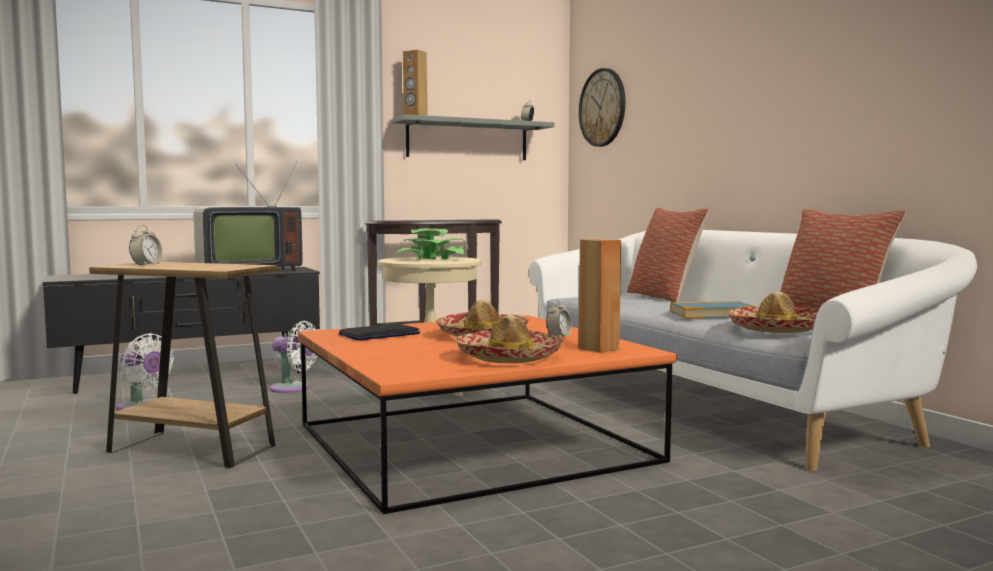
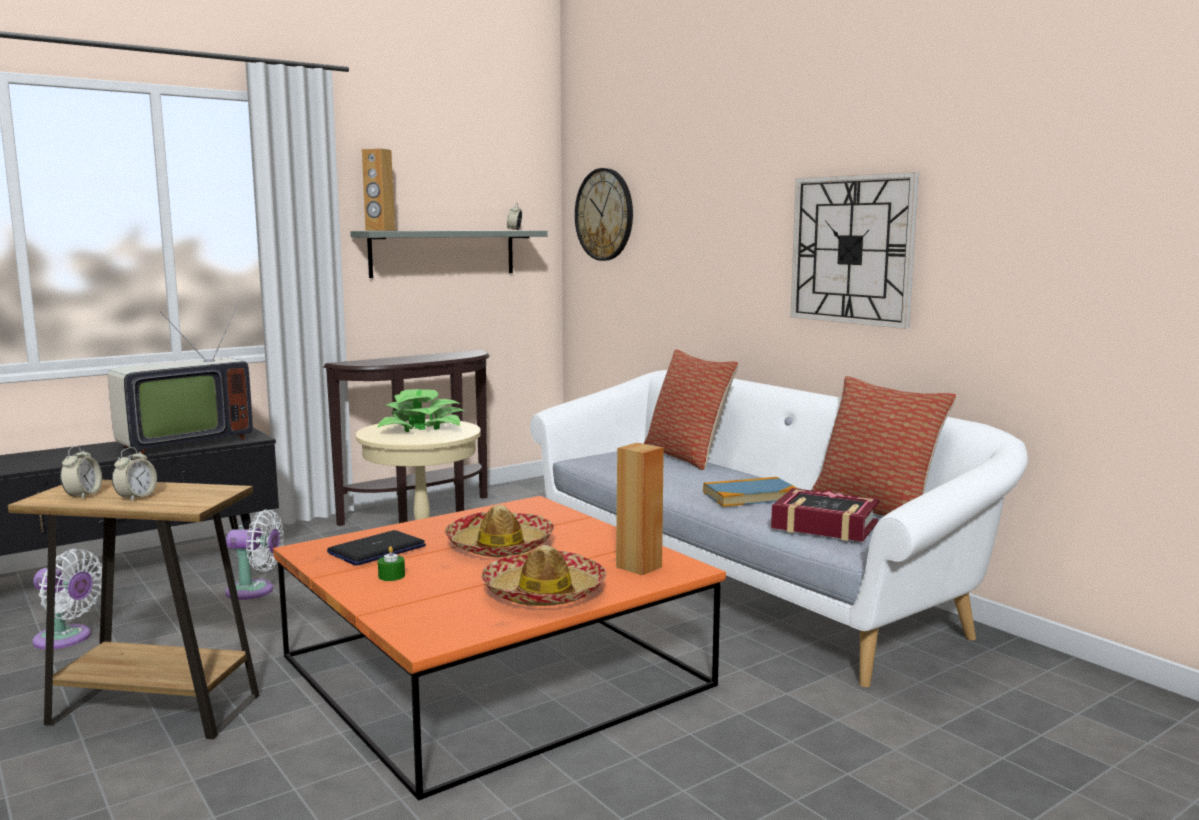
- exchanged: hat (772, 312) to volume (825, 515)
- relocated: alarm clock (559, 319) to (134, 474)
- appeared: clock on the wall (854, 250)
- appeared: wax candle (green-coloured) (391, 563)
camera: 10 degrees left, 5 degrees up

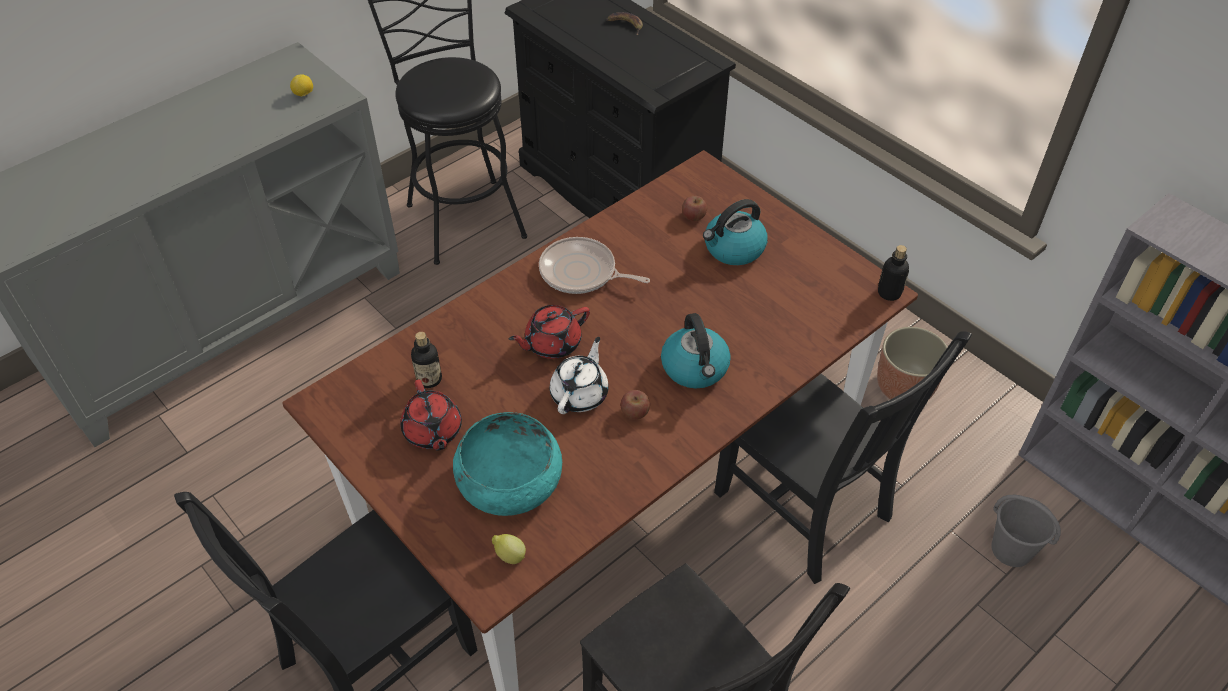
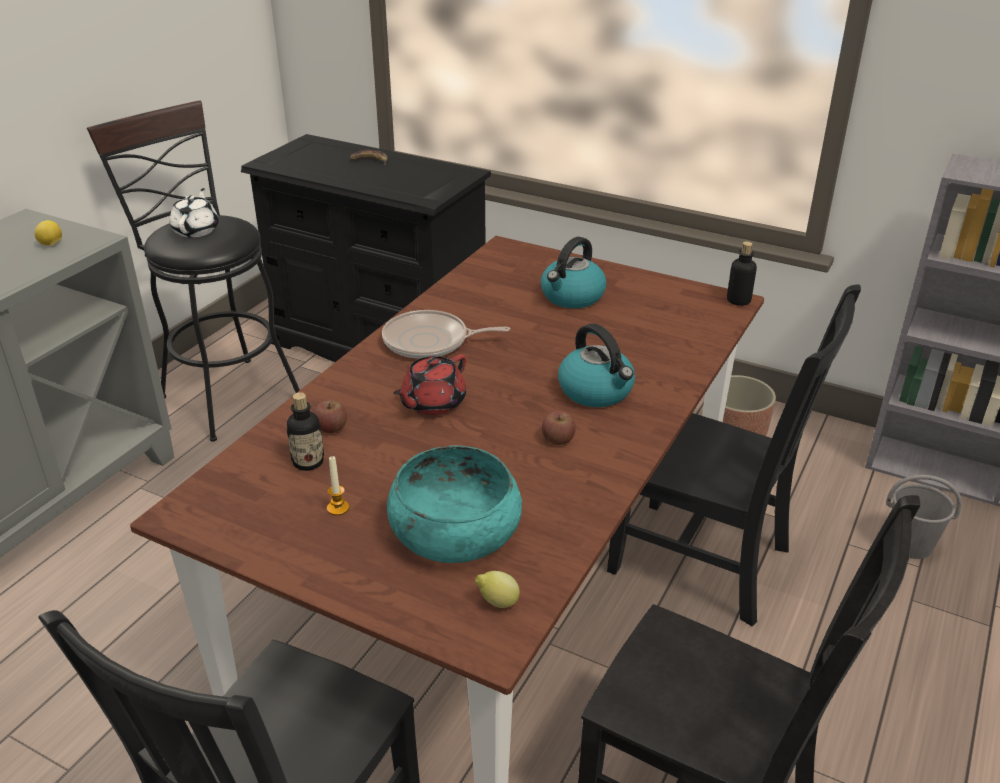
- relocated: apple fruit (694, 208) to (330, 416)
- relocated: teapot (whitish) (579, 375) to (194, 213)
- exchanged: teapot (red-coloured) (431, 414) to wax candle (338, 486)
camera: 20 degrees left, 15 degrees down

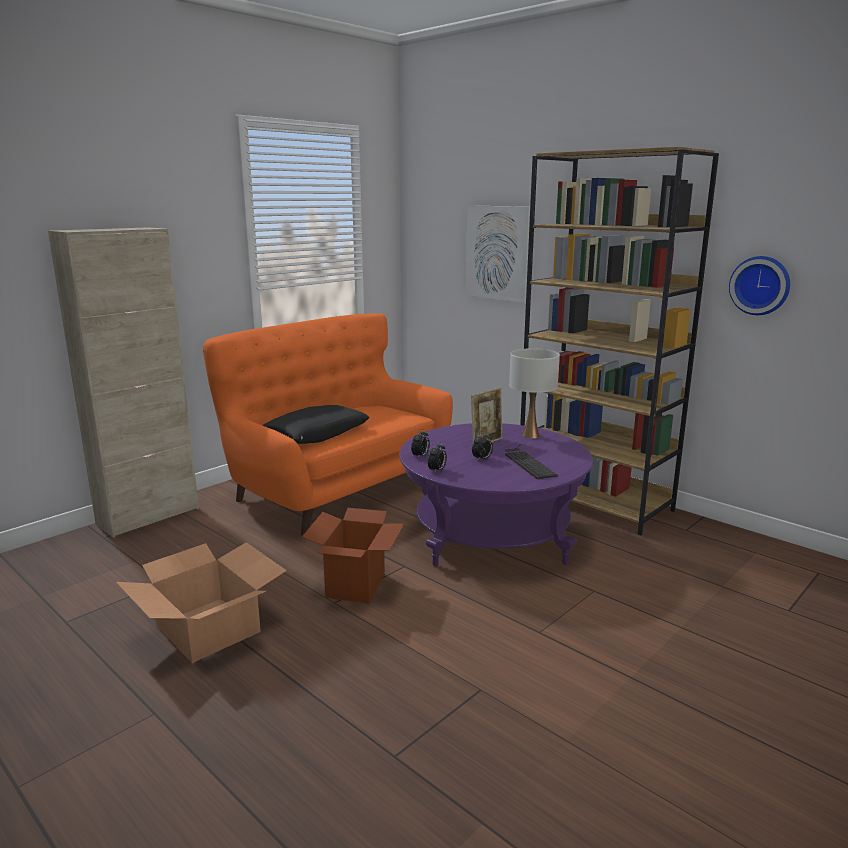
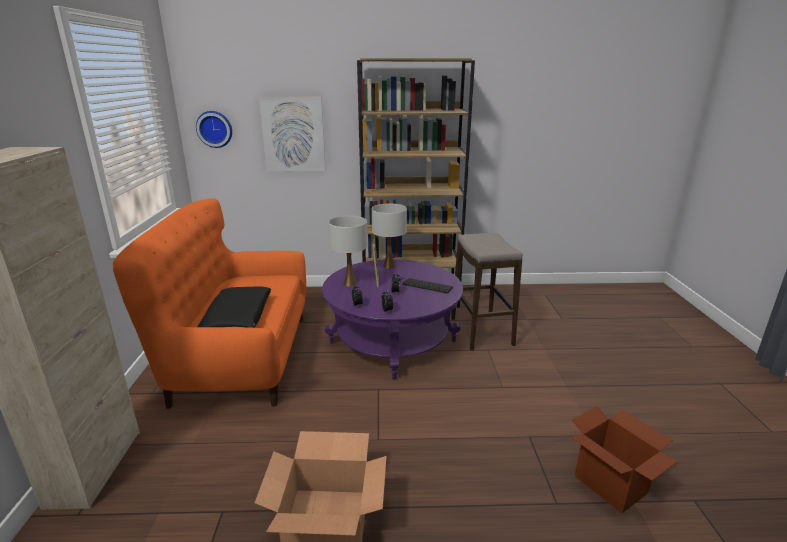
- relocated: clock on the wall (759, 285) to (214, 129)
- relocated: cardboard box (353, 555) to (624, 459)
- appeared: lamp for a table (whitish) (348, 251)
- appeared: sitting stool (487, 292)
camera: 45 degrees left, 5 degrees up

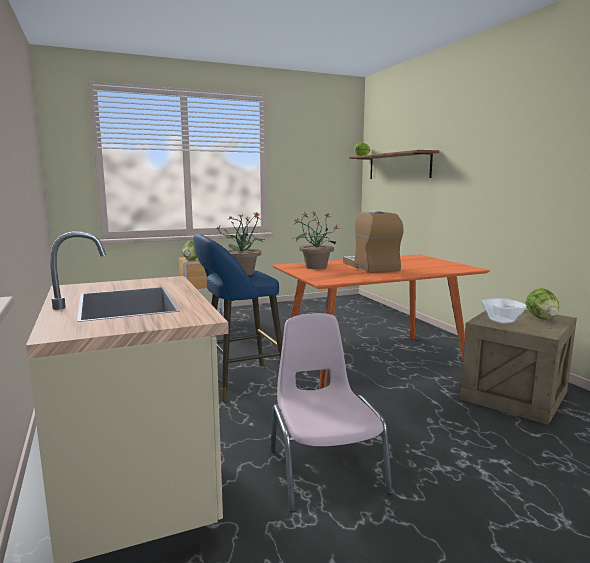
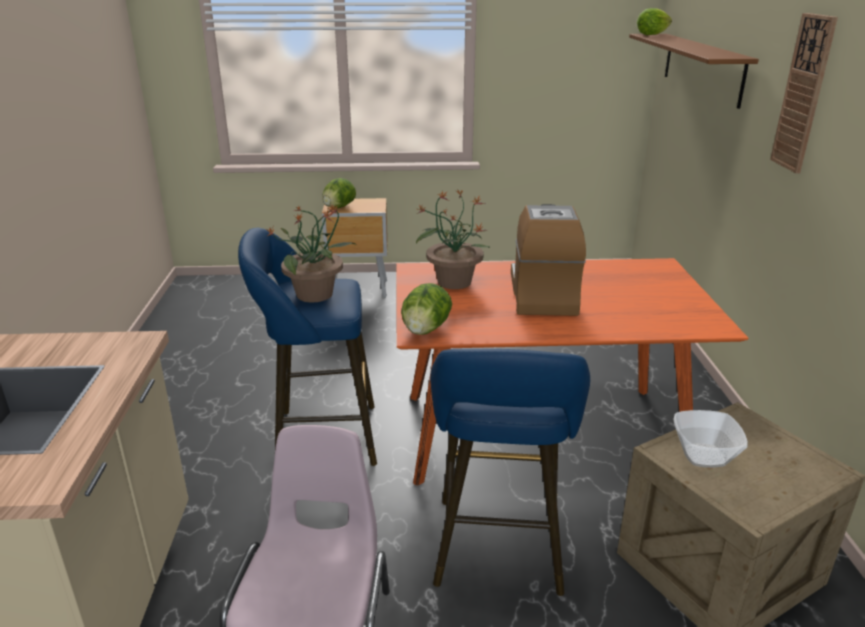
- relocated: lettuce (542, 304) to (426, 309)
- appeared: clock on the wall (804, 93)
- appeared: sitting stool (blue-coloured) (510, 472)
camera: 20 degrees right, 15 degrees up

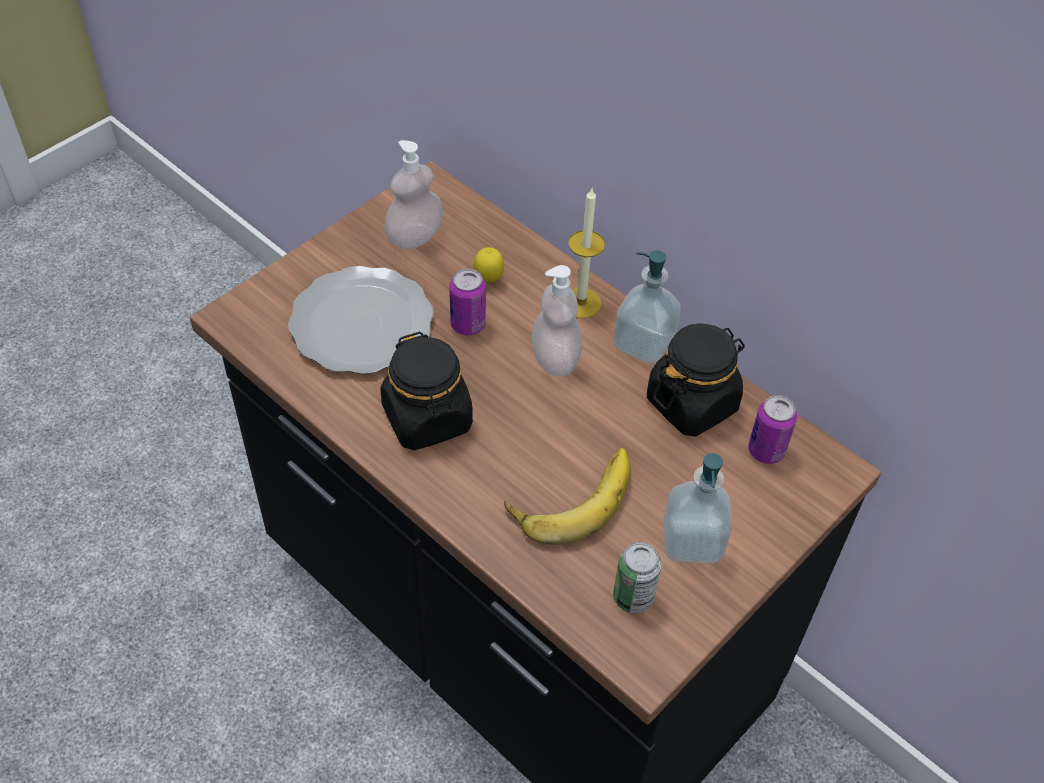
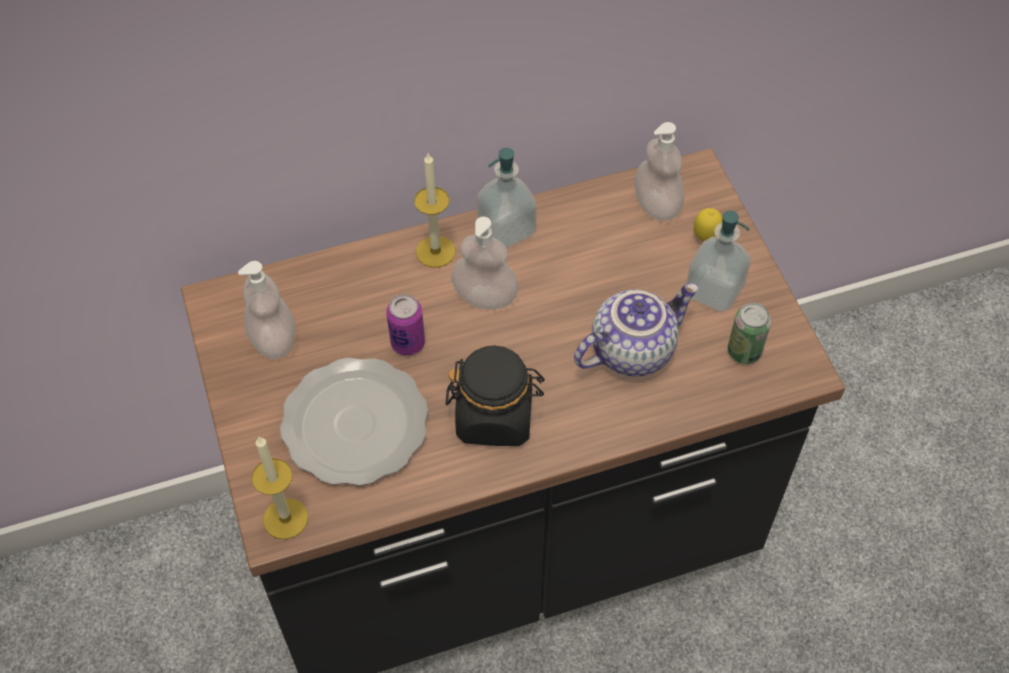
- relocated: whole lemon (489, 265) to (708, 224)
- missing: storage jar (black-coloured) (696, 380)
- exchanged: can (772, 429) to soap bottle (659, 171)
- exchanged: whole banana (567, 496) to teapot (636, 330)
- appeared: wax candle (279, 488)
camera: 60 degrees left, 5 degrees up

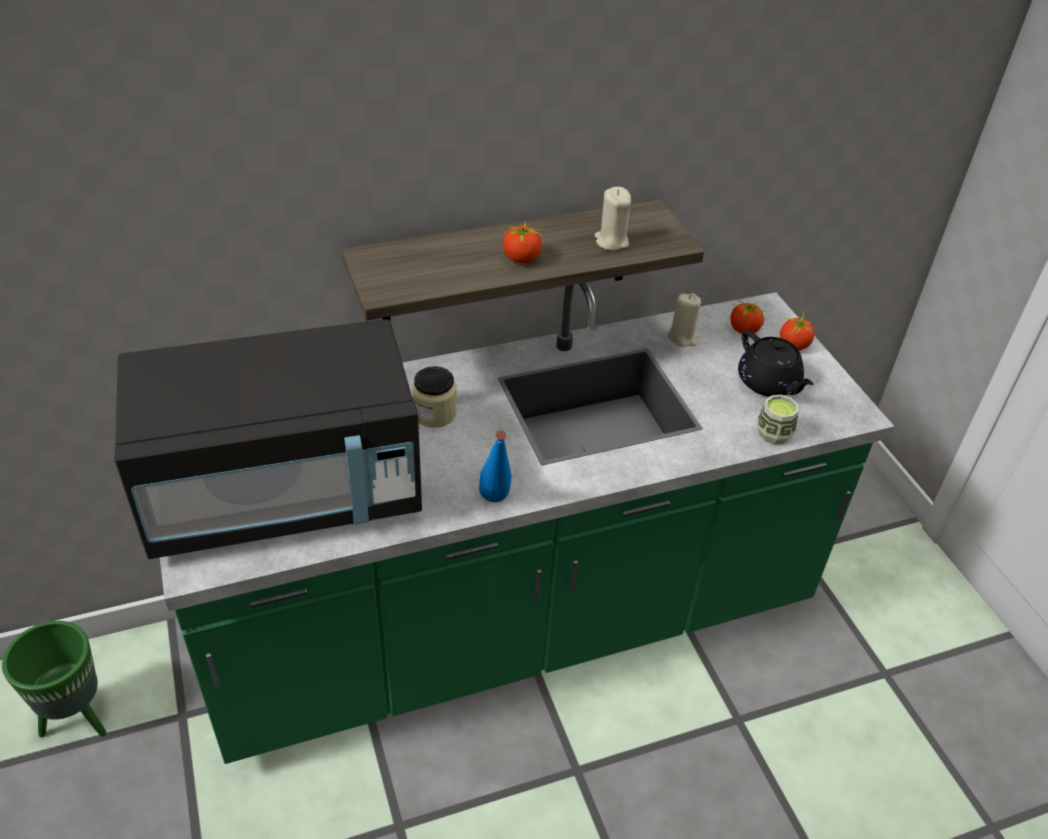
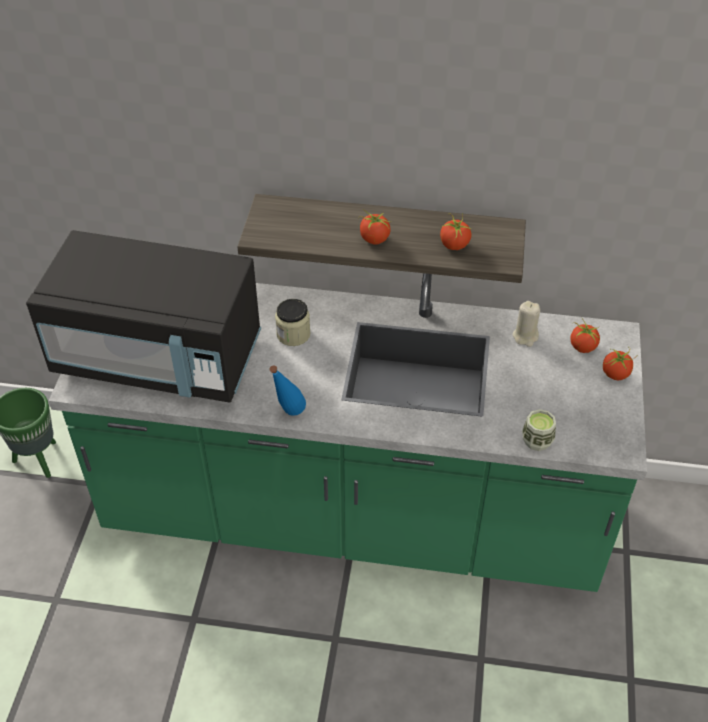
- exchanged: wax candle (beige-coloured) (612, 219) to tomato (455, 232)
- missing: teapot (black-coloured) (776, 363)
camera: 30 degrees right, 5 degrees up

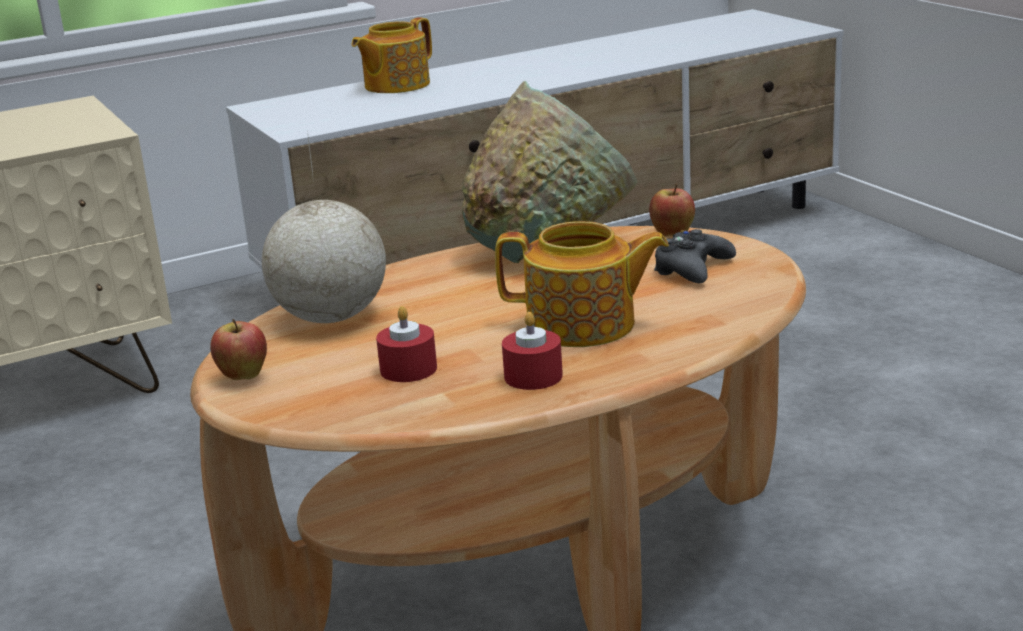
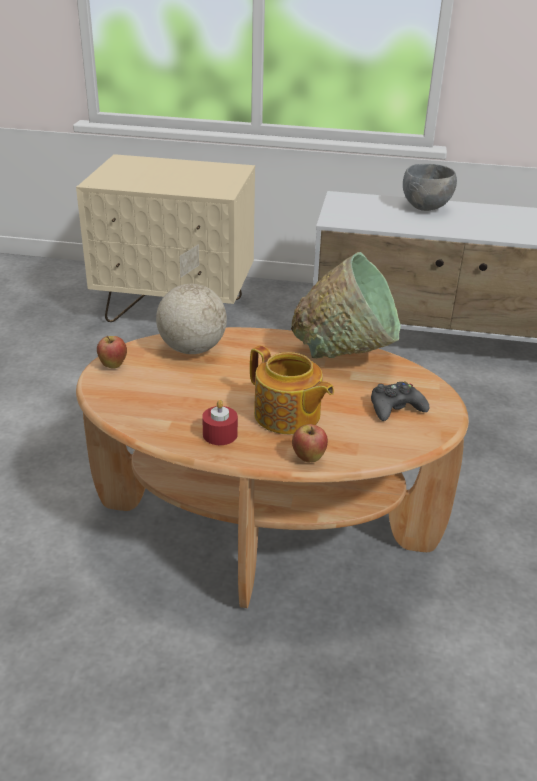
- exchanged: teapot (392, 55) to serving bowl (gray) (430, 187)
- relocated: apple fruit (672, 210) to (310, 443)
- missing: wax candle (red-coloured) (406, 344)
camera: 35 degrees right, 10 degrees up

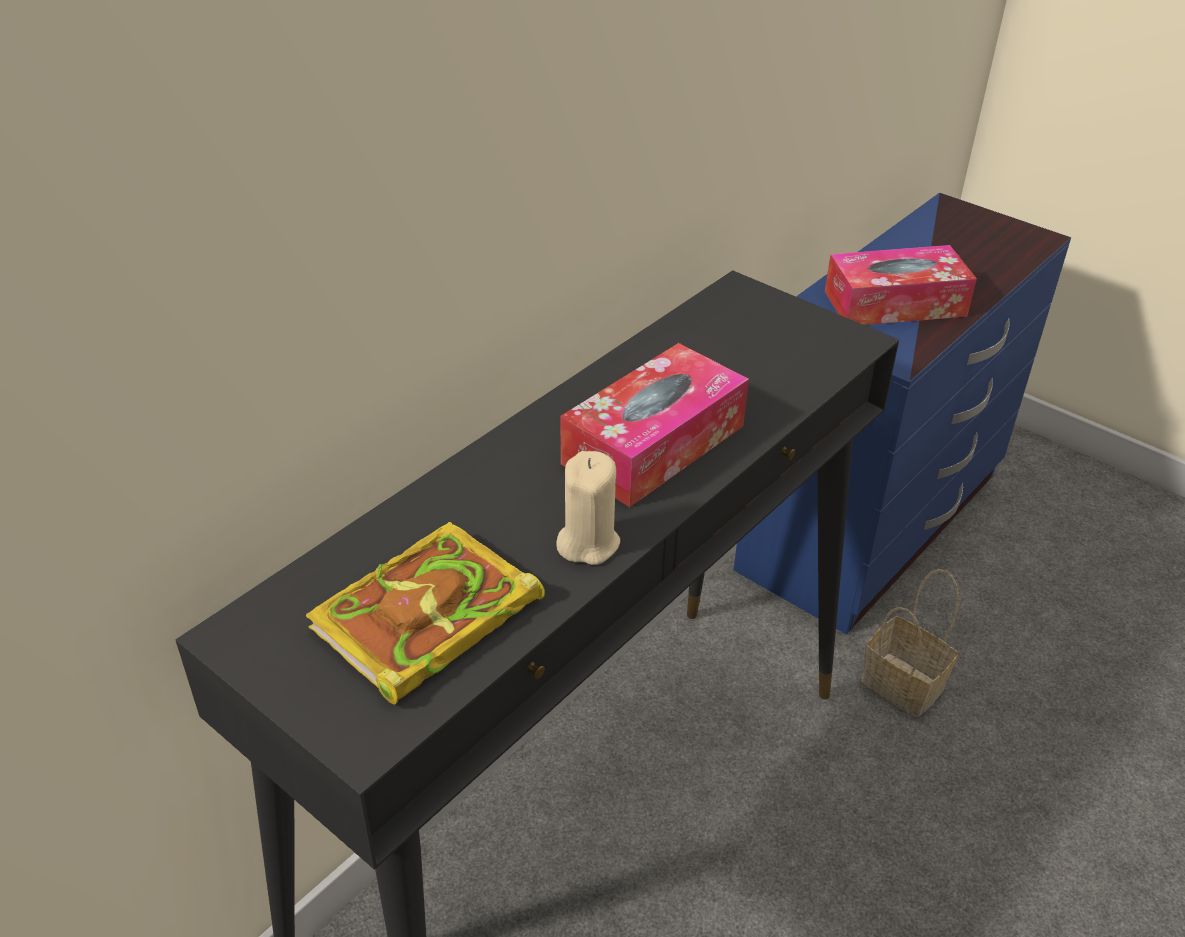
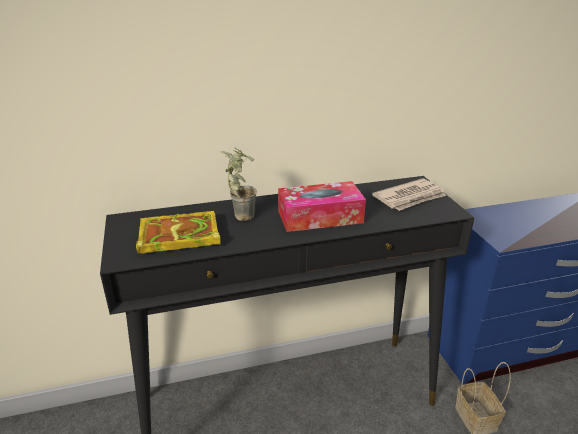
- missing: tissue holder (901, 285)
- missing: wax candle (beige-coloured) (588, 508)
- appeared: houseplant (239, 184)
- appeared: newspaper (409, 194)
camera: 35 degrees right, 10 degrees down

